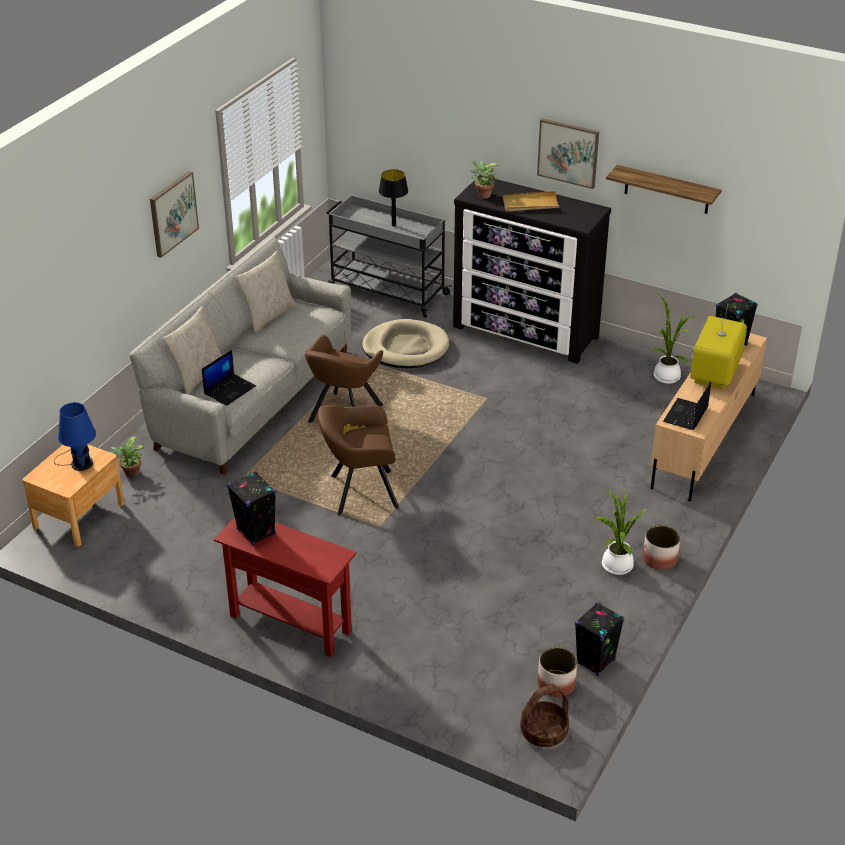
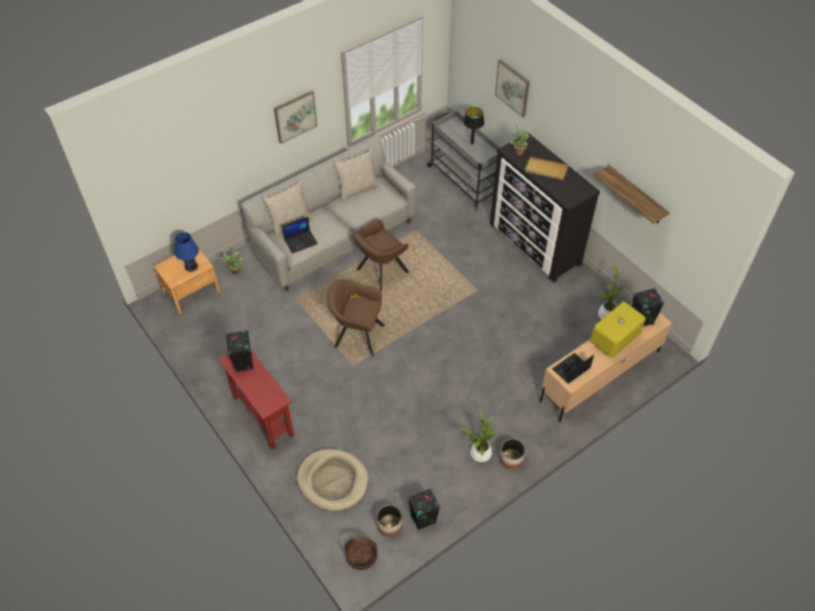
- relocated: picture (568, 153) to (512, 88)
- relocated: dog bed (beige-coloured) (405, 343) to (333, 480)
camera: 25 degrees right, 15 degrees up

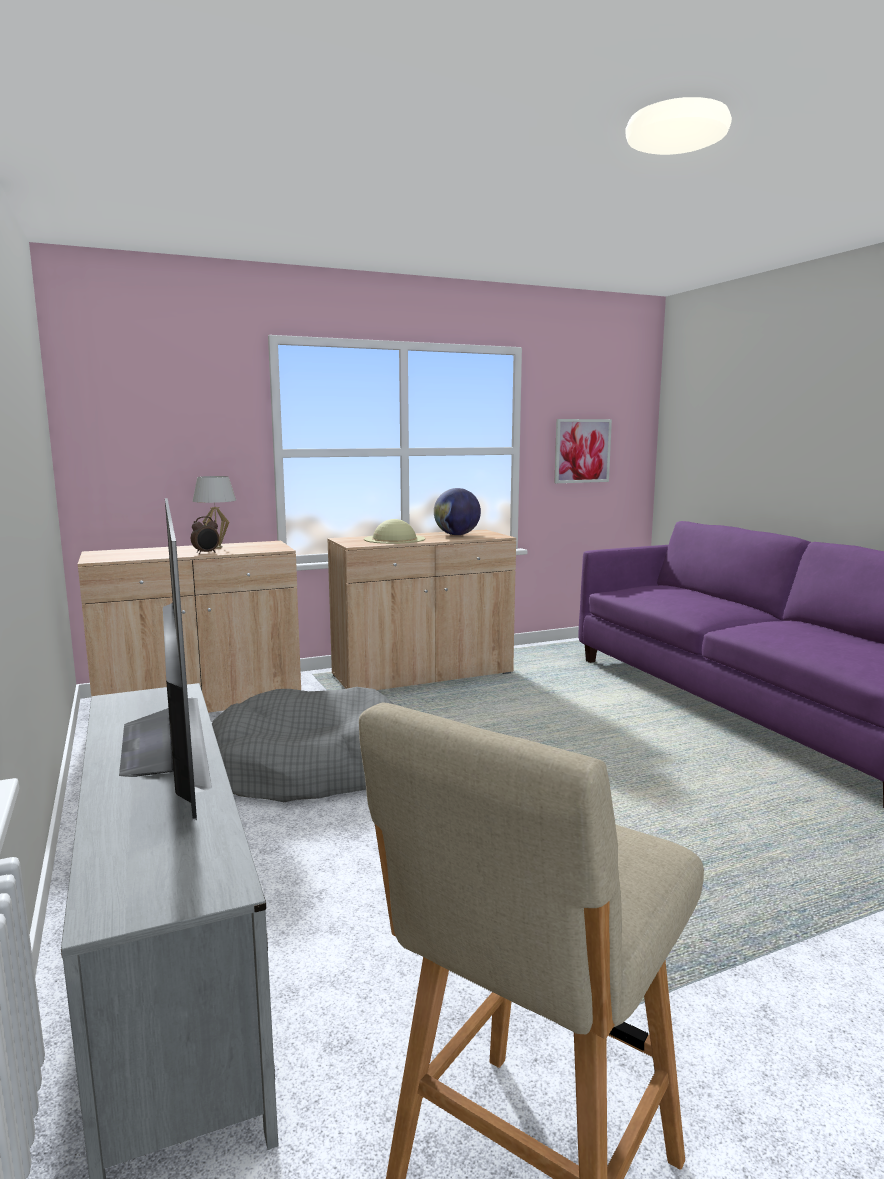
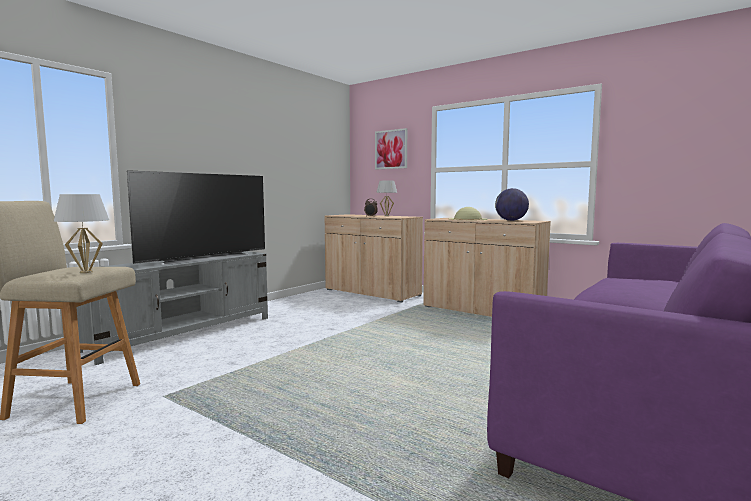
- relocated: picture (583, 451) to (391, 149)
- missing: dog bed (gray) (302, 744)
- appeared: lamp for a table (whitish) (81, 233)
camera: 60 degrees right, 5 degrees down

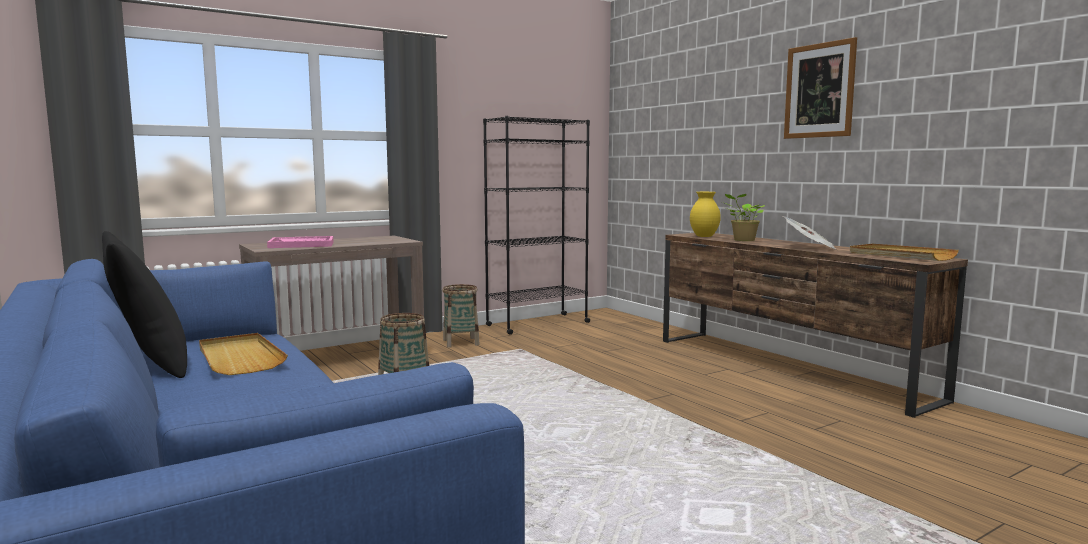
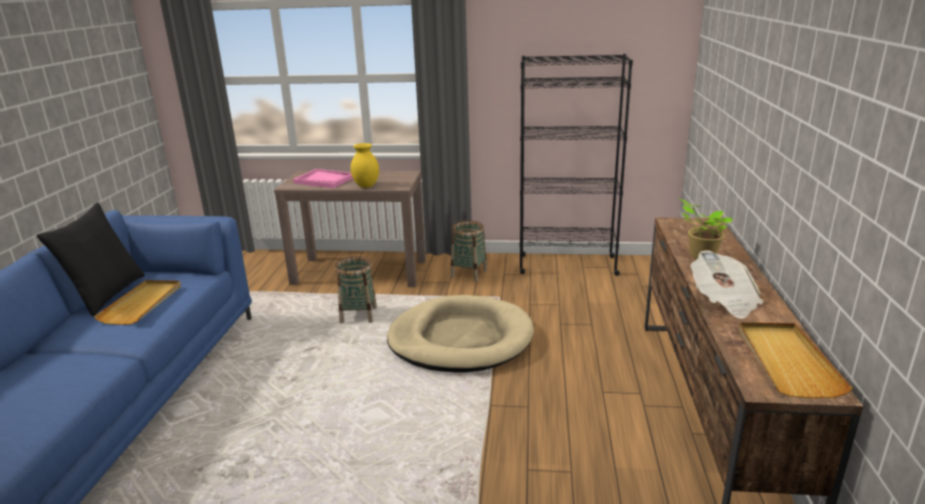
- missing: picture (820, 88)
- relocated: vase (yellow) (705, 214) to (365, 165)
- appeared: dog bed (beige-coloured) (460, 333)
camera: 40 degrees right, 15 degrees up

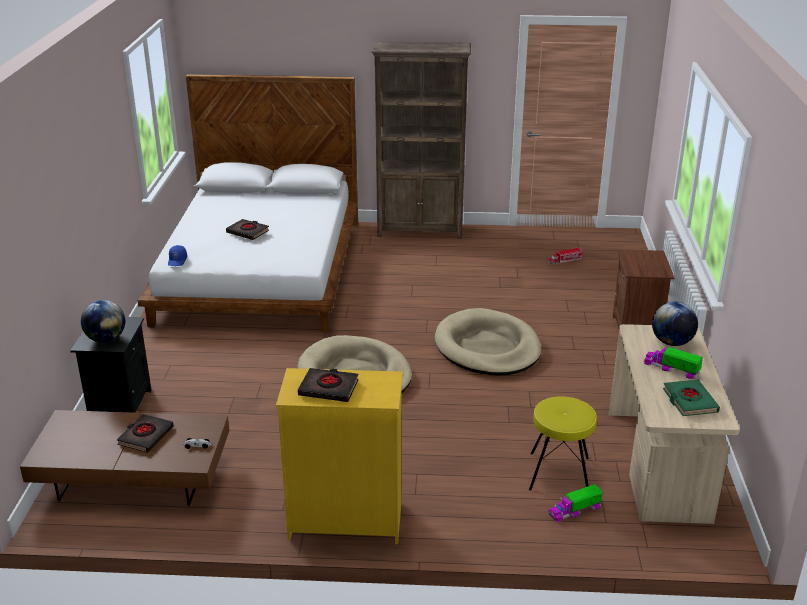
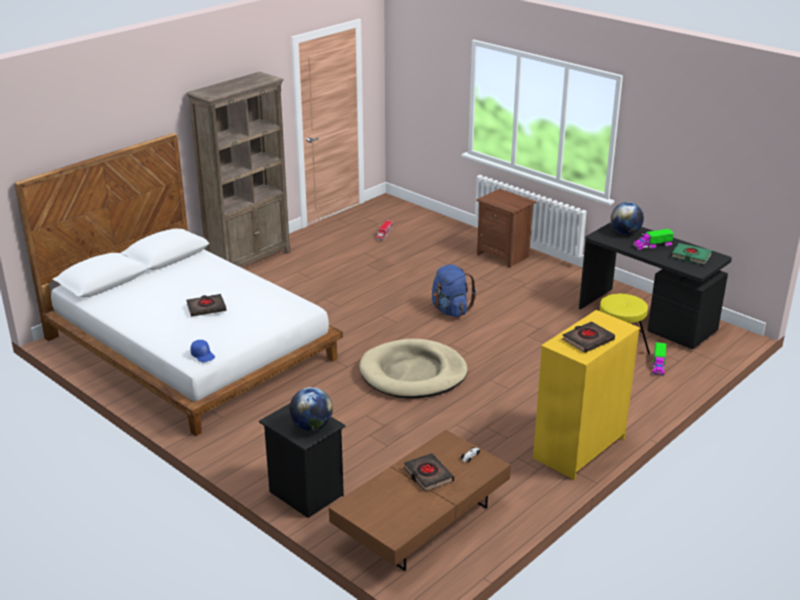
- exchanged: dog bed (beige-coloured) (488, 342) to rucksack (blue-coloured) (454, 290)
- colour: desk (beige-coloured) (674, 424) to desk (black-coloured) (655, 285)
camera: 50 degrees left, 0 degrees up

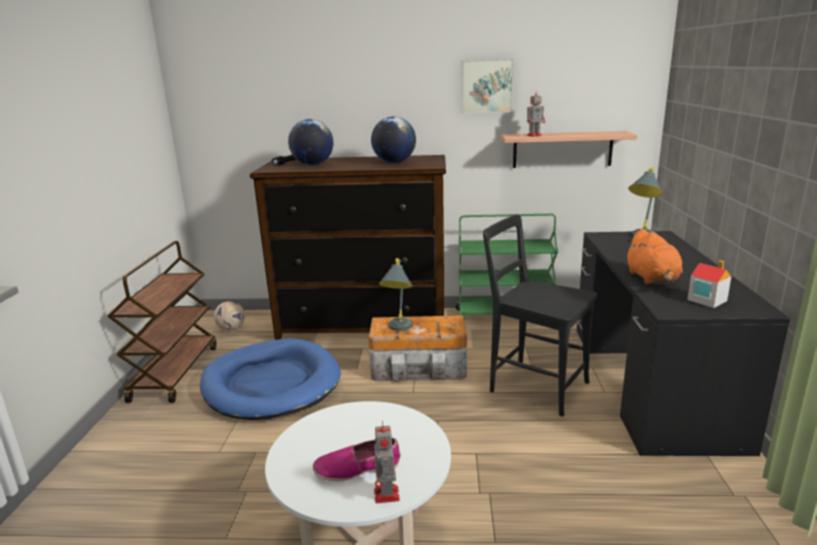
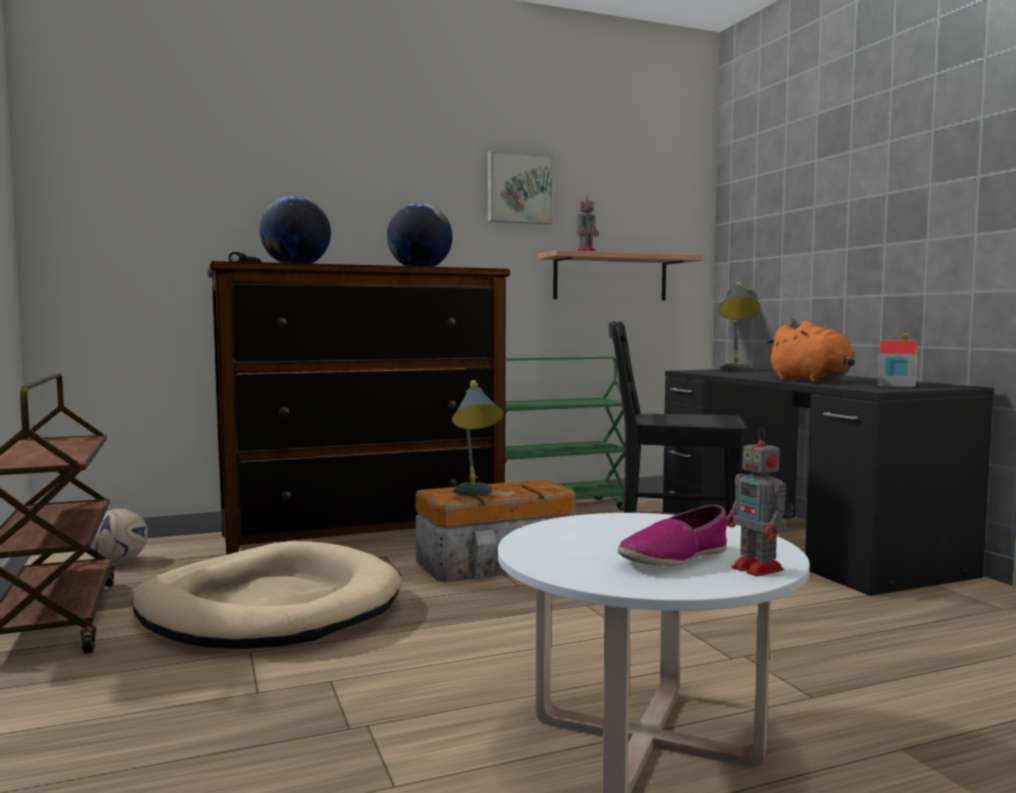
- colour: dog bed (blue-coloured) (270, 379) to dog bed (beige-coloured) (266, 595)
camera: 25 degrees left, 15 degrees down

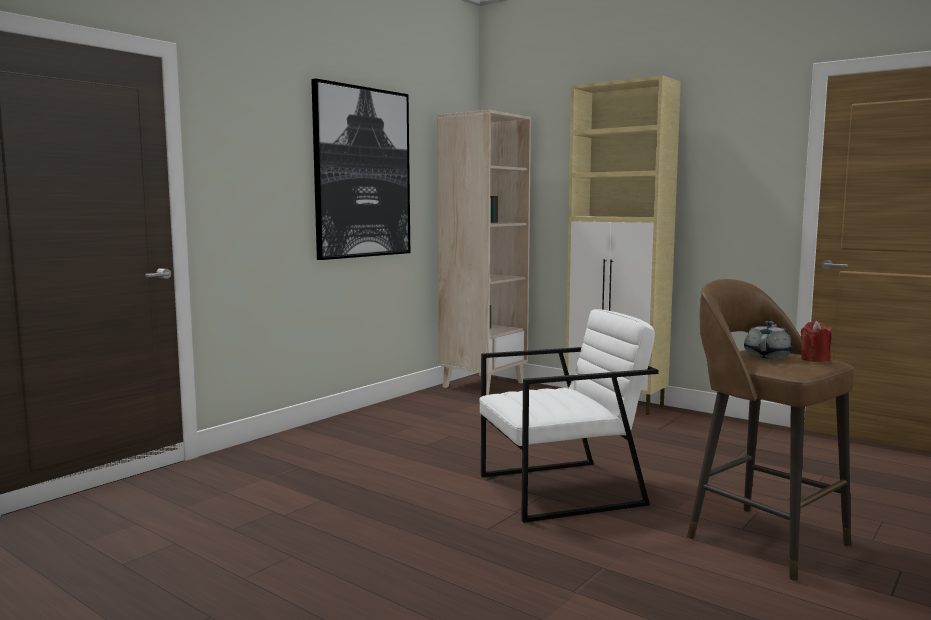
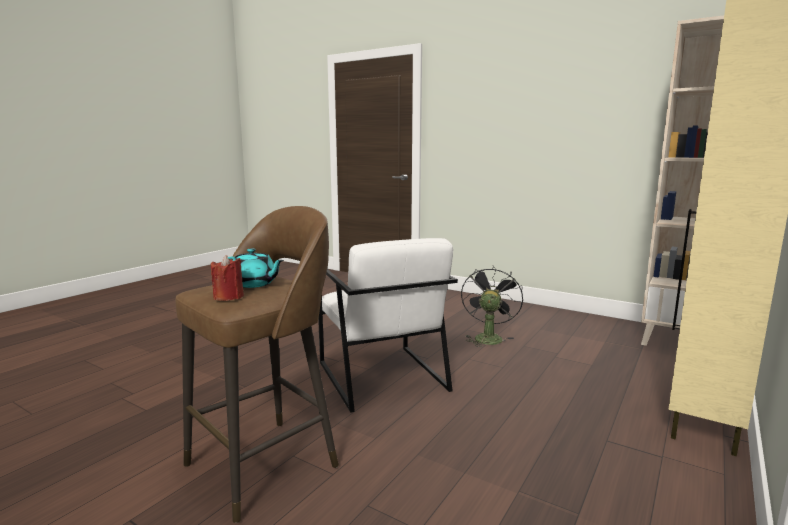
- missing: picture (360, 169)
- colour: teapot (gray) (768, 340) to teapot (blue-green) (256, 268)
- appeared: cooling fan (black-coloured) (492, 306)
camera: 85 degrees right, 5 degrees up

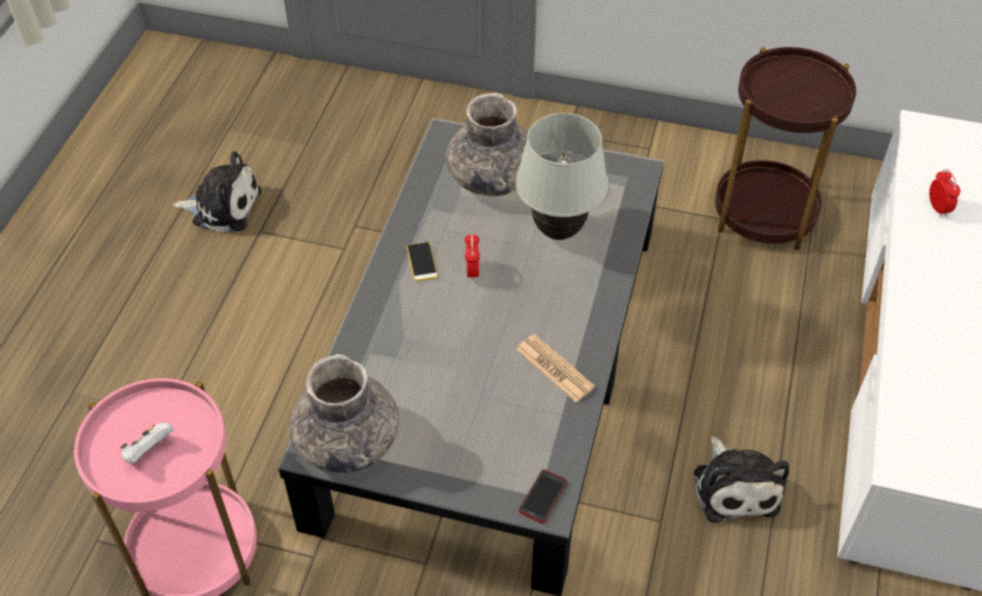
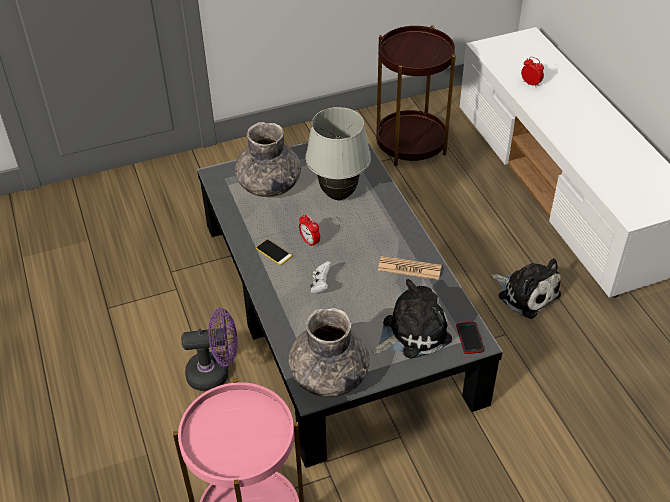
- relocated: cuddly toy (216, 192) to (412, 318)
- relocated: gamepad (whitish) (147, 443) to (321, 277)
- appeared: cooling fan (purplish) (209, 349)
camera: 35 degrees left, 5 degrees down

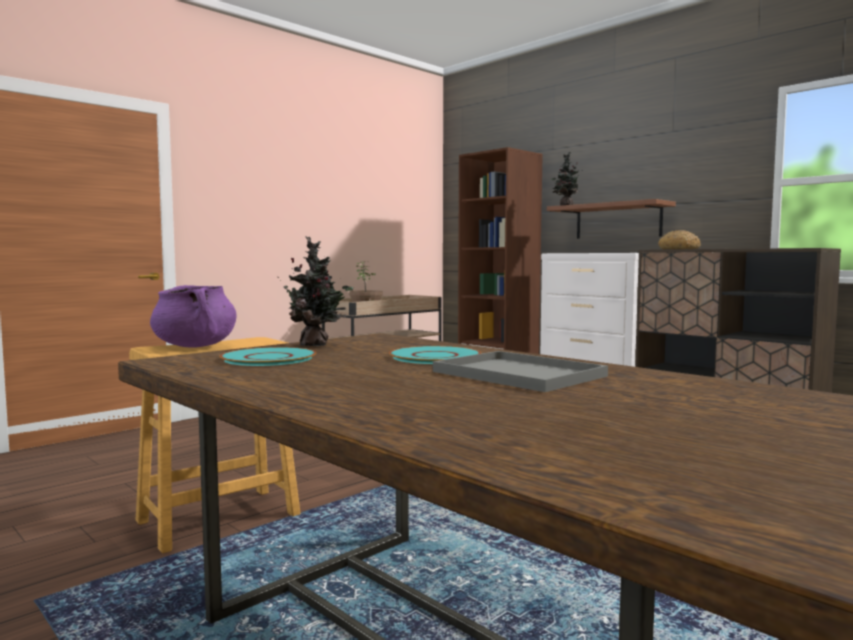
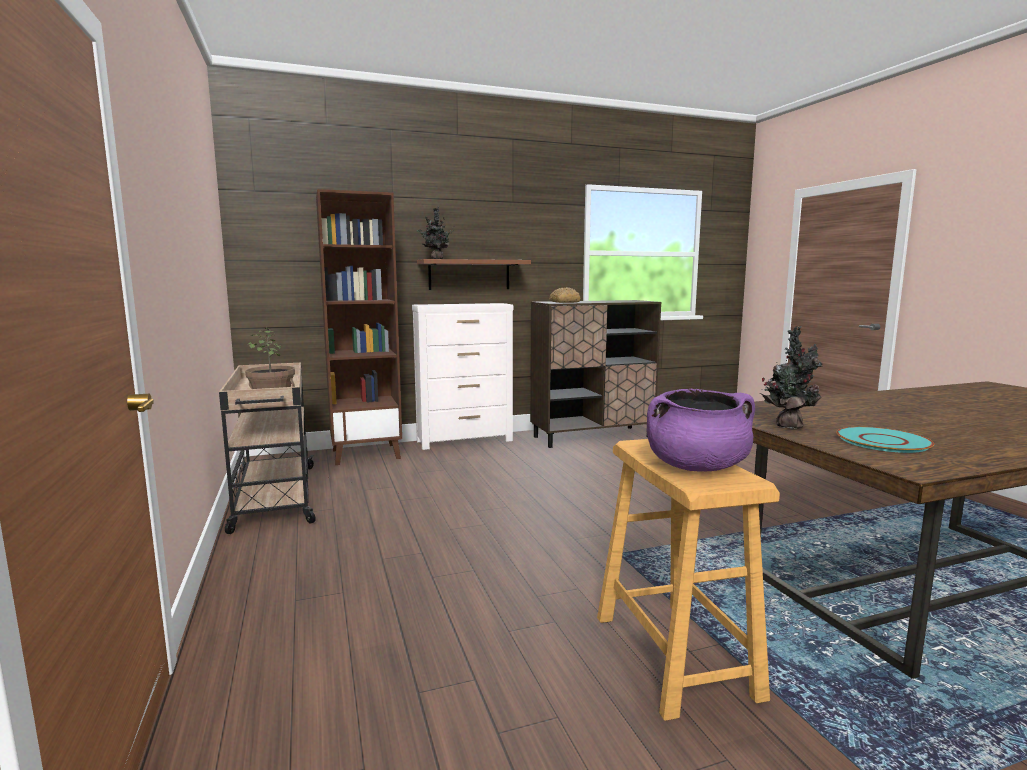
- missing: dinner plate (blue-green) (435, 355)
- missing: serving tray (gray) (520, 371)
camera: 65 degrees left, 5 degrees up

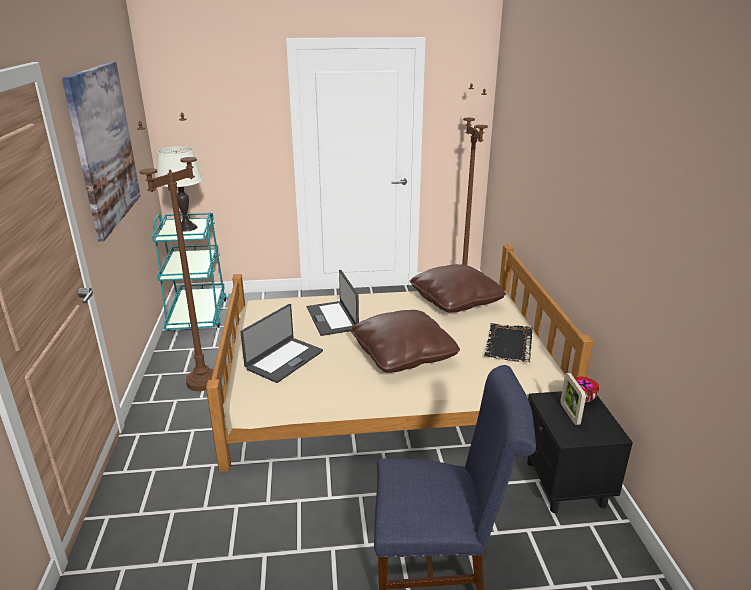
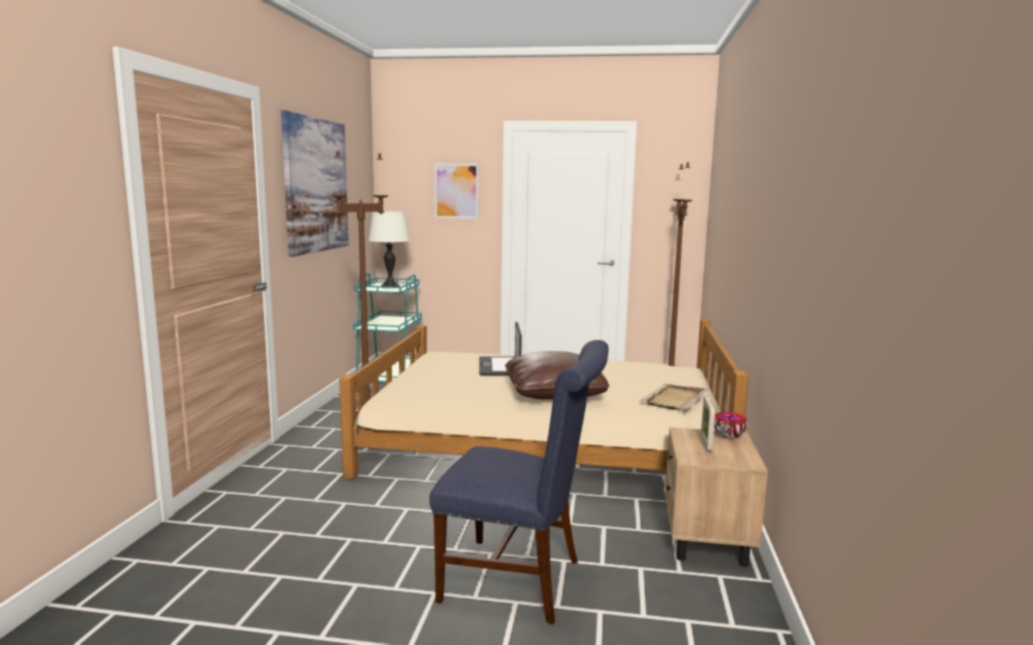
- missing: pillow (brown-coloured) (458, 288)
- missing: portable computer (281, 343)
- colour: serving tray (black-coloured) (508, 342) to serving tray (beige-coloured) (674, 396)
- colour: bedside table (black-coloured) (580, 452) to bedside table (beige-coloured) (716, 497)
- appeared: picture (456, 191)
camera: 15 degrees right, 15 degrees down

